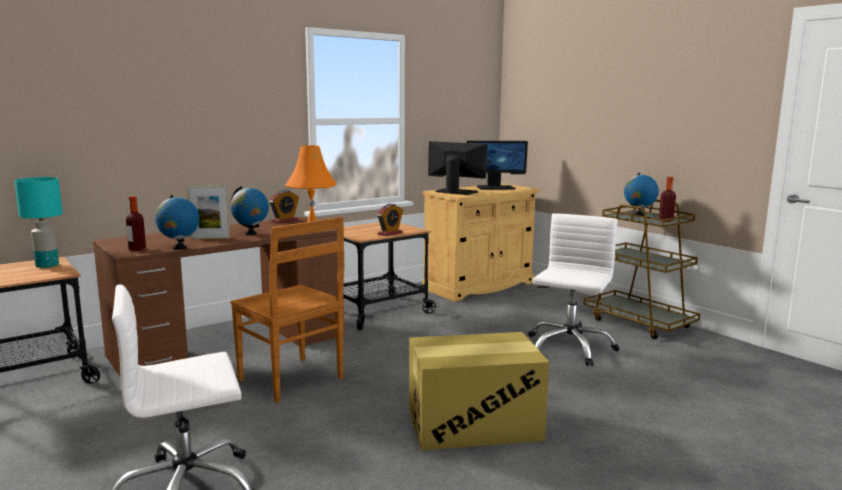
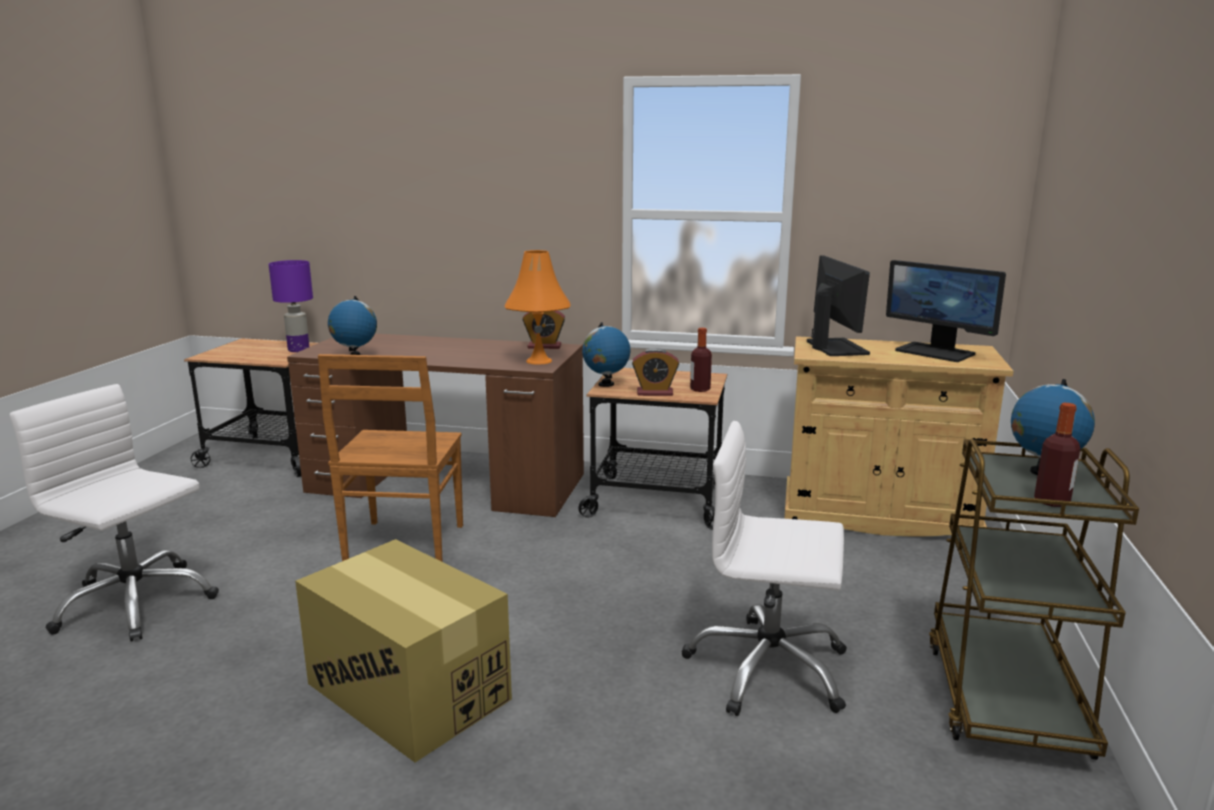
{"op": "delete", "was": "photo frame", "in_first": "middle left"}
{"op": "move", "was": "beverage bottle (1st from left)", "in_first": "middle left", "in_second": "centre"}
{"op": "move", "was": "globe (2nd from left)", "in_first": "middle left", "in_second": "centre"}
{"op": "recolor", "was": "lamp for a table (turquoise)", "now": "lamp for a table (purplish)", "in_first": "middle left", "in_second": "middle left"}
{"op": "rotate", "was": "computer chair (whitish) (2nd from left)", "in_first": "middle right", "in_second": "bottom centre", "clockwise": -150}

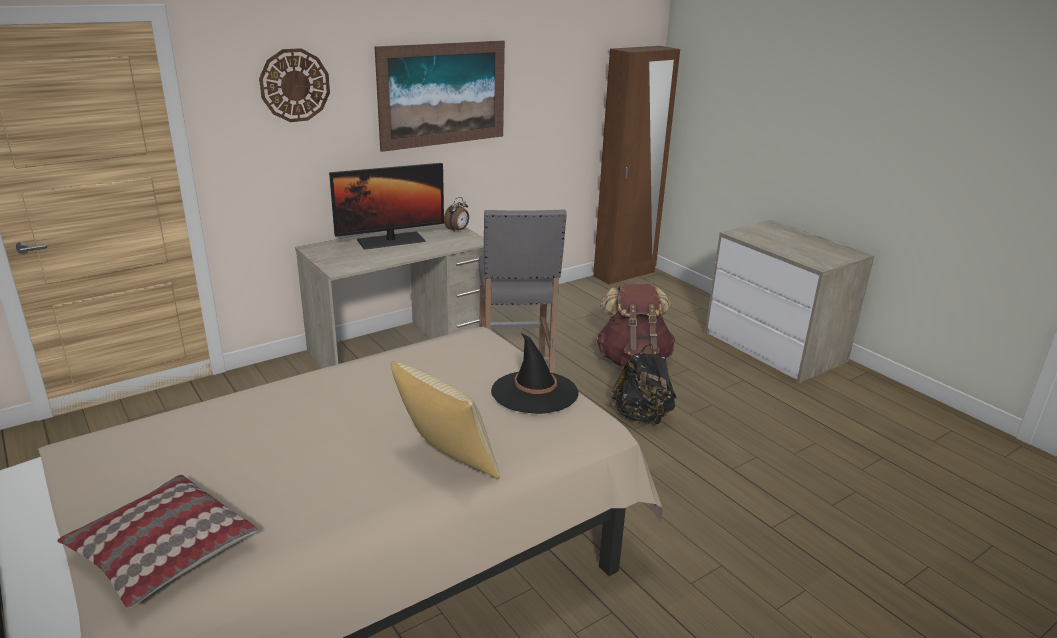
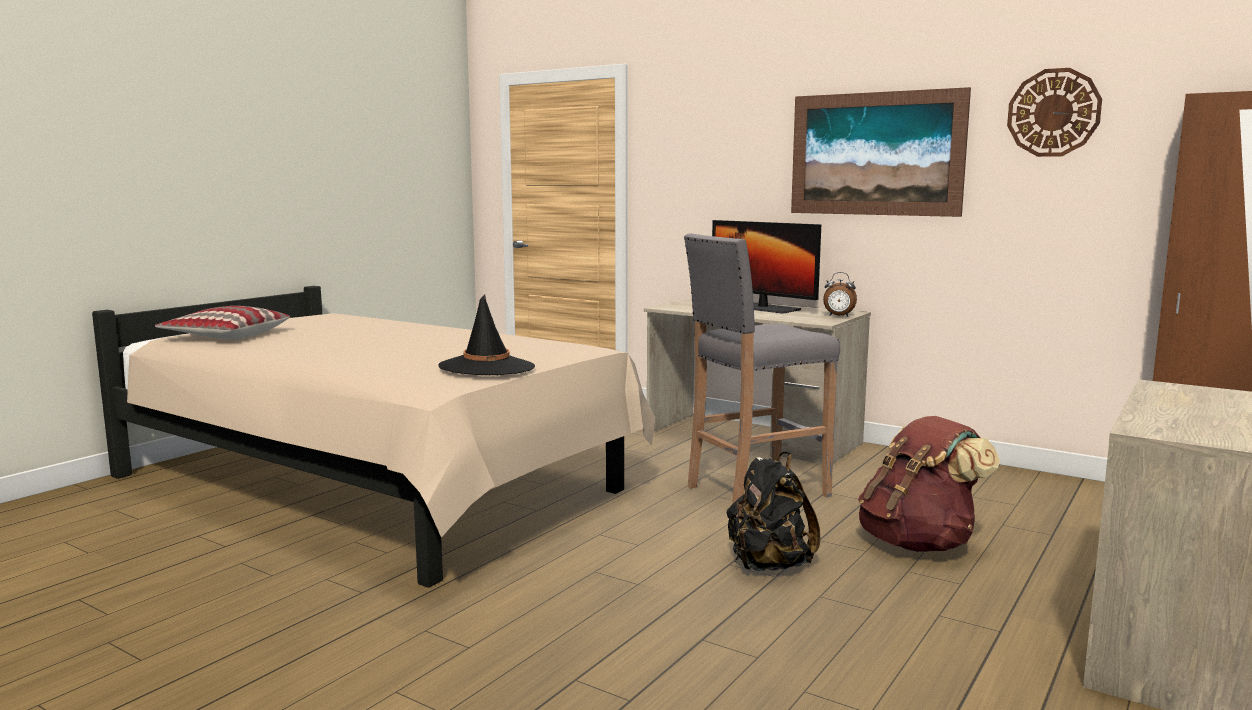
{"op": "delete", "was": "throw pillow (2nd from left)", "in_first": "centre"}
{"op": "move", "was": "clock on the wall", "in_first": "top left", "in_second": "top right"}

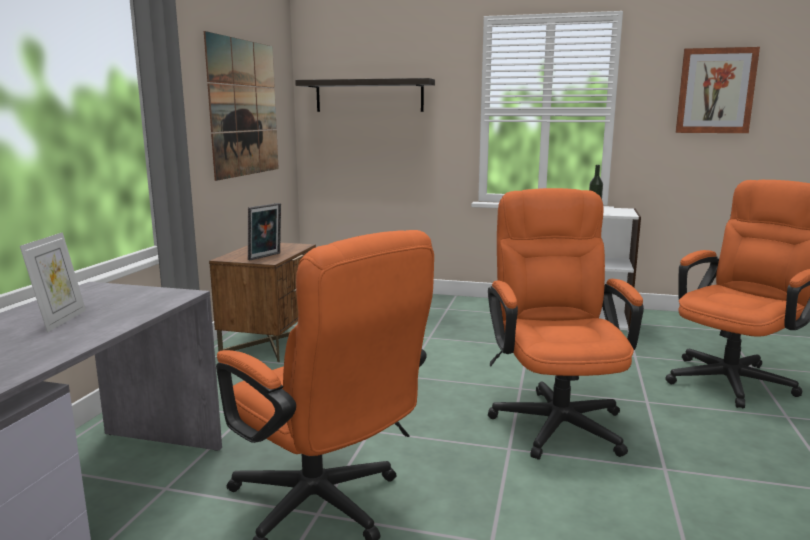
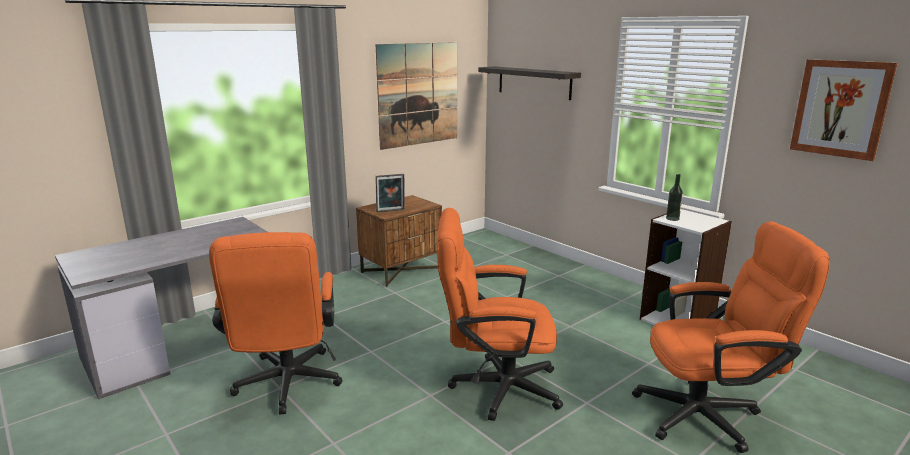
{"op": "delete", "was": "photo frame (1st from left)", "in_first": "middle left"}
{"op": "rotate", "was": "computer chair (orange-coloured) (2nd from left)", "in_first": "middle right", "in_second": "bottom centre", "clockwise": -120}

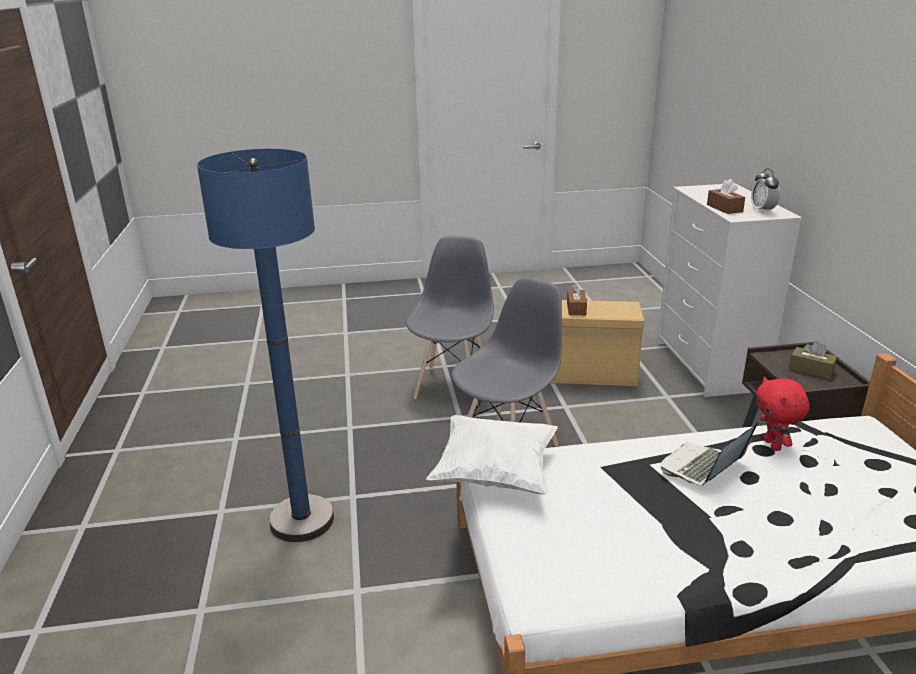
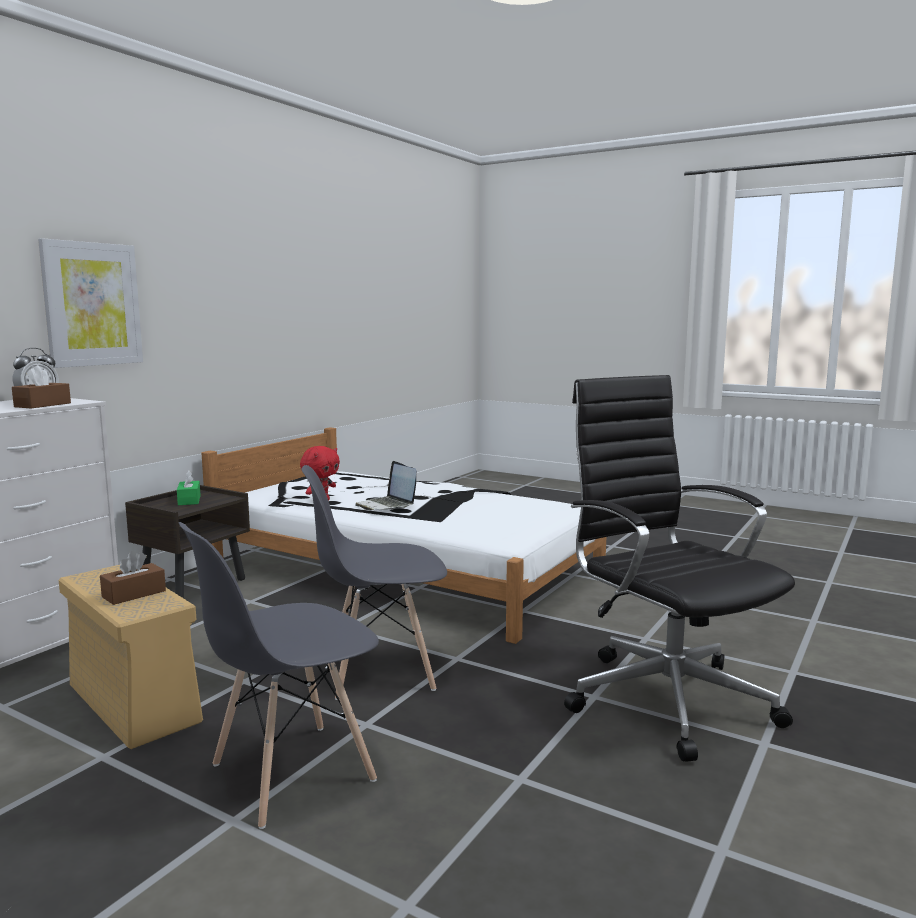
{"op": "delete", "was": "throw pillow (whitish)", "in_first": "bottom centre"}
{"op": "insert", "now": "wall picture", "in_second": "top left"}
{"op": "replace", "was": "standard lamp (bluish)", "now": "computer chair (black)", "in_first": "middle left", "in_second": "middle right"}
{"op": "recolor", "was": "tissue box (brown) (3rd from left)", "now": "tissue box (greenish)", "in_first": "middle right", "in_second": "middle left"}
{"op": "rotate", "was": "portable computer", "in_first": "bottom right", "in_second": "centre", "clockwise": 60}

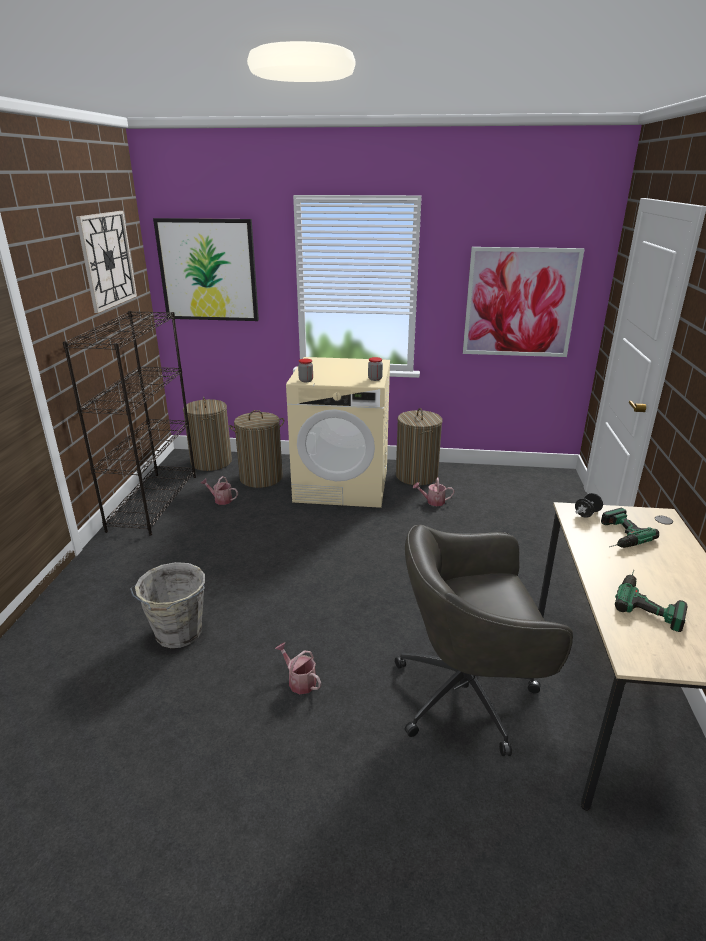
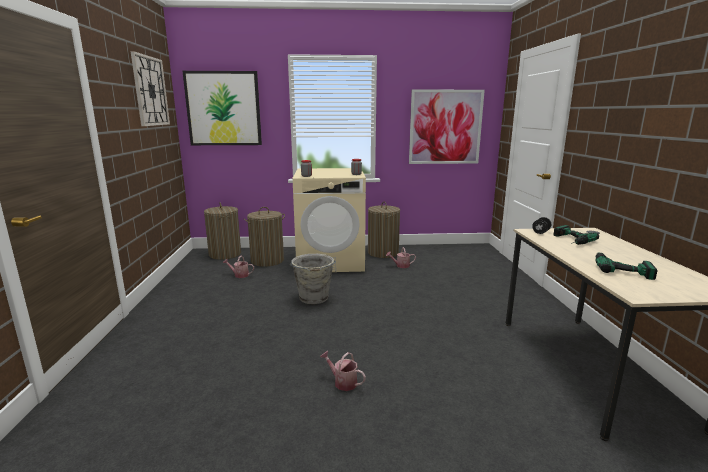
{"op": "delete", "was": "bookcase (black)", "in_first": "middle left"}
{"op": "delete", "was": "computer chair (grey)", "in_first": "bottom right"}
{"op": "move", "was": "pail (grey)", "in_first": "middle left", "in_second": "centre"}

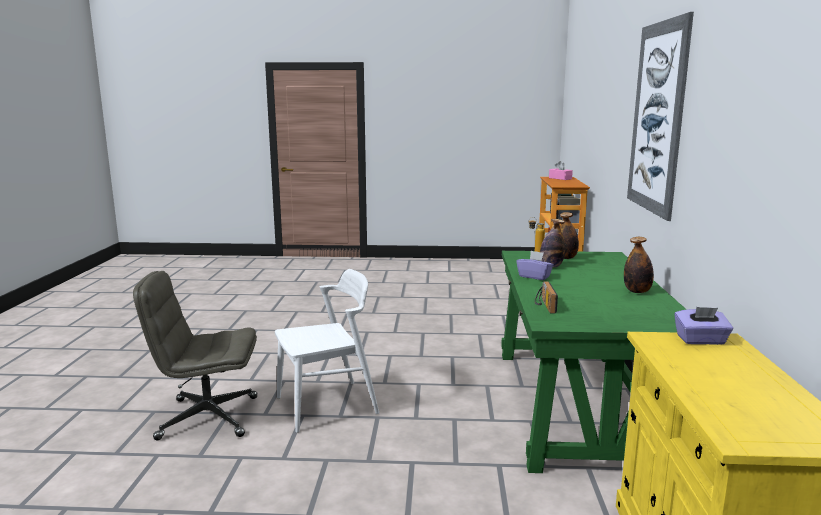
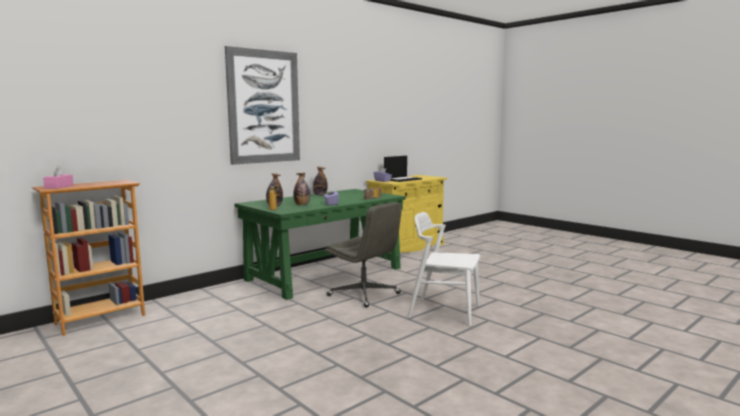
{"op": "insert", "now": "portable computer", "in_second": "centre"}
{"op": "move", "was": "computer chair (grey)", "in_first": "bottom left", "in_second": "centre"}

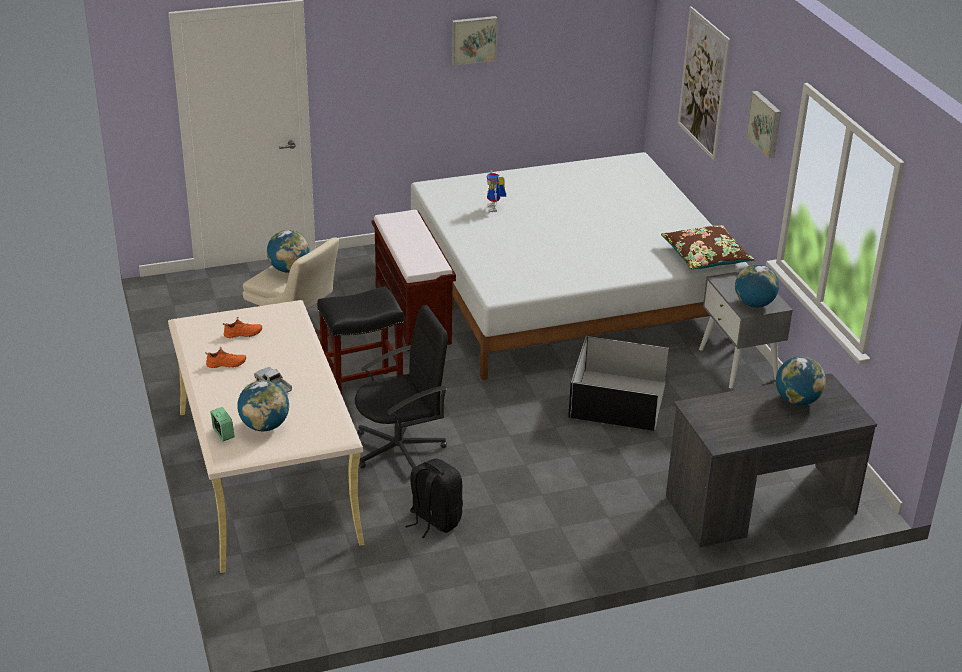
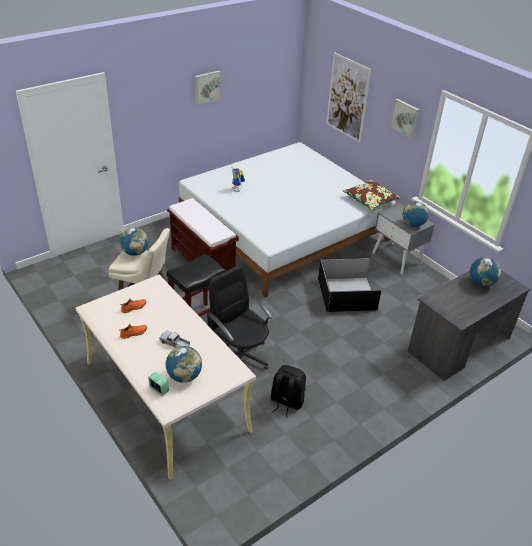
{"op": "rotate", "was": "computer chair (black)", "in_first": "centre", "in_second": "centre", "clockwise": -90}

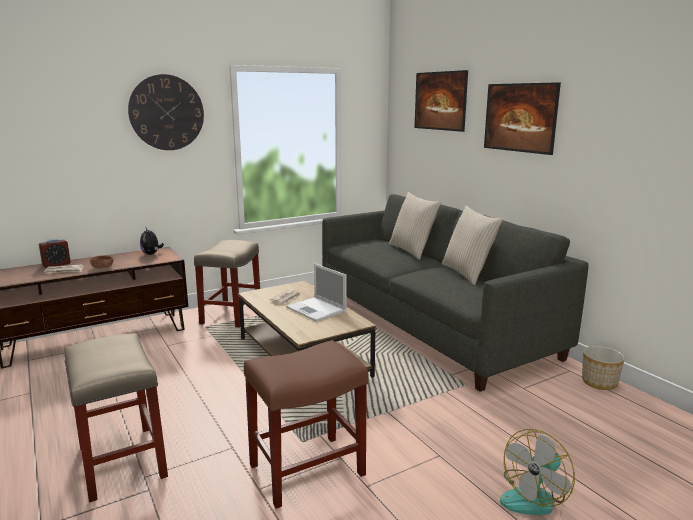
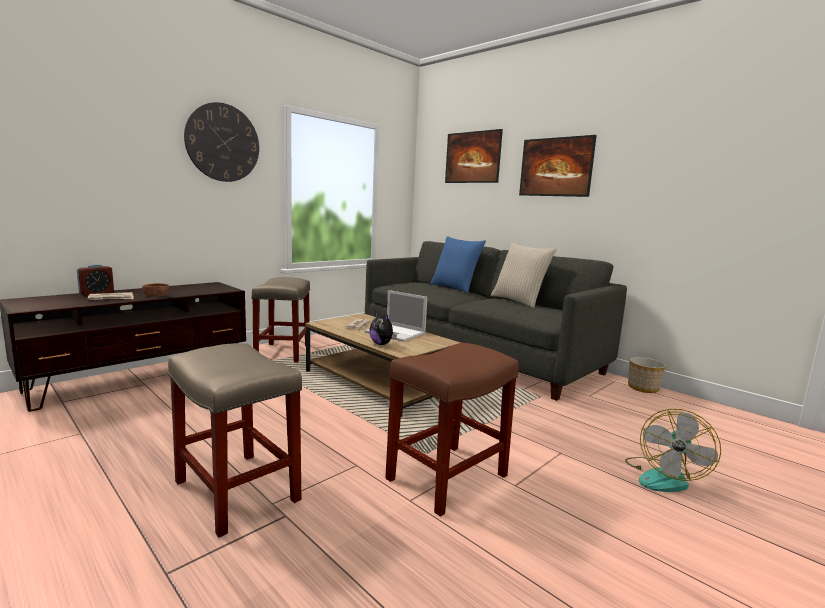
{"op": "move", "was": "cuddly toy", "in_first": "middle left", "in_second": "centre"}
{"op": "recolor", "was": "throw pillow (beige) (1st from left)", "now": "throw pillow (bluish)", "in_first": "centre", "in_second": "centre"}

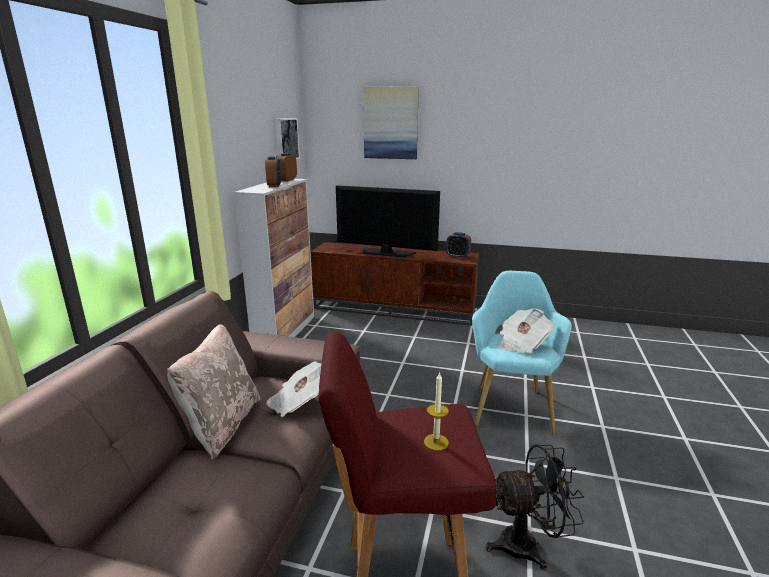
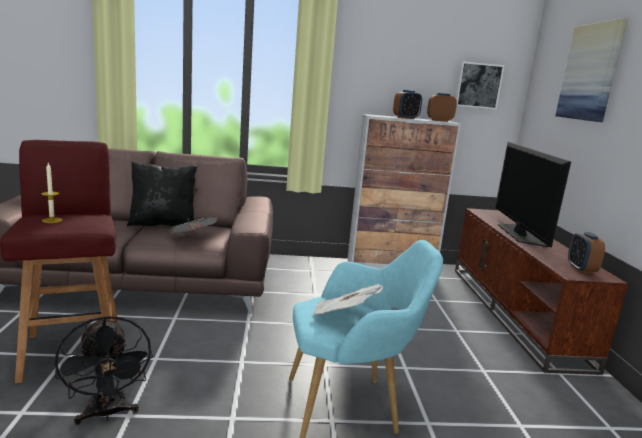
{"op": "recolor", "was": "throw pillow (beige)", "now": "throw pillow (black)", "in_first": "bottom left", "in_second": "middle left"}

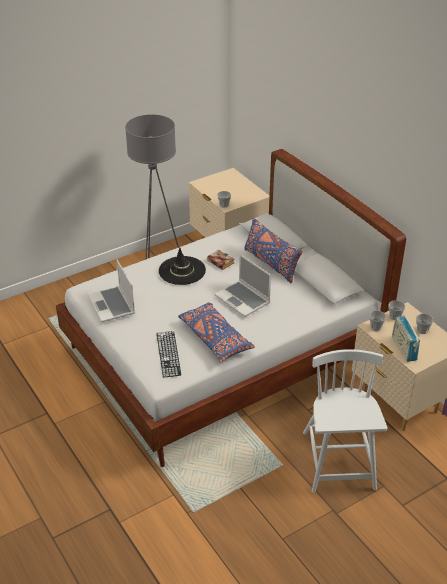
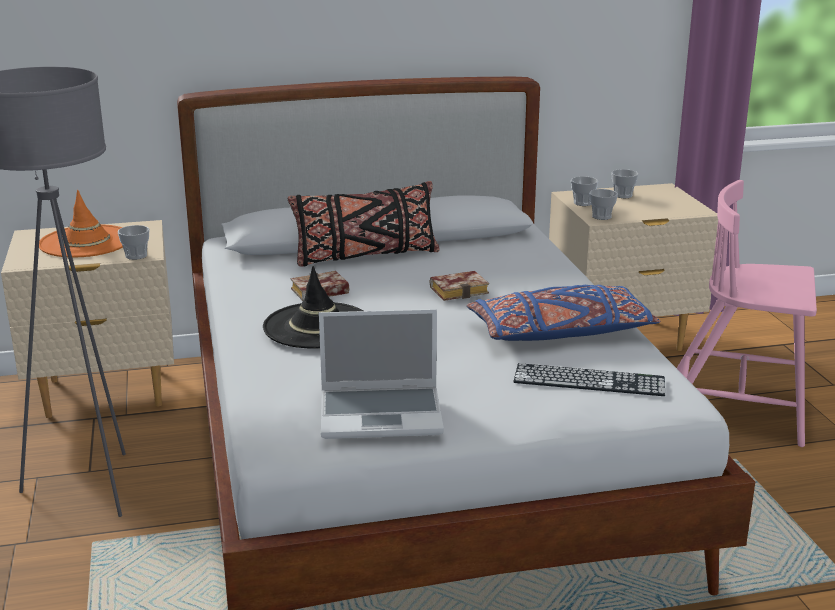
{"op": "delete", "was": "radio", "in_first": "middle right"}
{"op": "insert", "now": "hat (orange-coloured)", "in_second": "middle left"}
{"op": "replace", "was": "portable computer (2nd from left)", "now": "book (2nd from left)", "in_first": "centre", "in_second": "centre"}
{"op": "recolor", "was": "throw pillow (bluish) (2nd from left)", "now": "throw pillow (black)", "in_first": "centre", "in_second": "centre"}
{"op": "recolor", "was": "plain chair (whitish)", "now": "plain chair (pink-coloured)", "in_first": "bottom right", "in_second": "middle right"}

